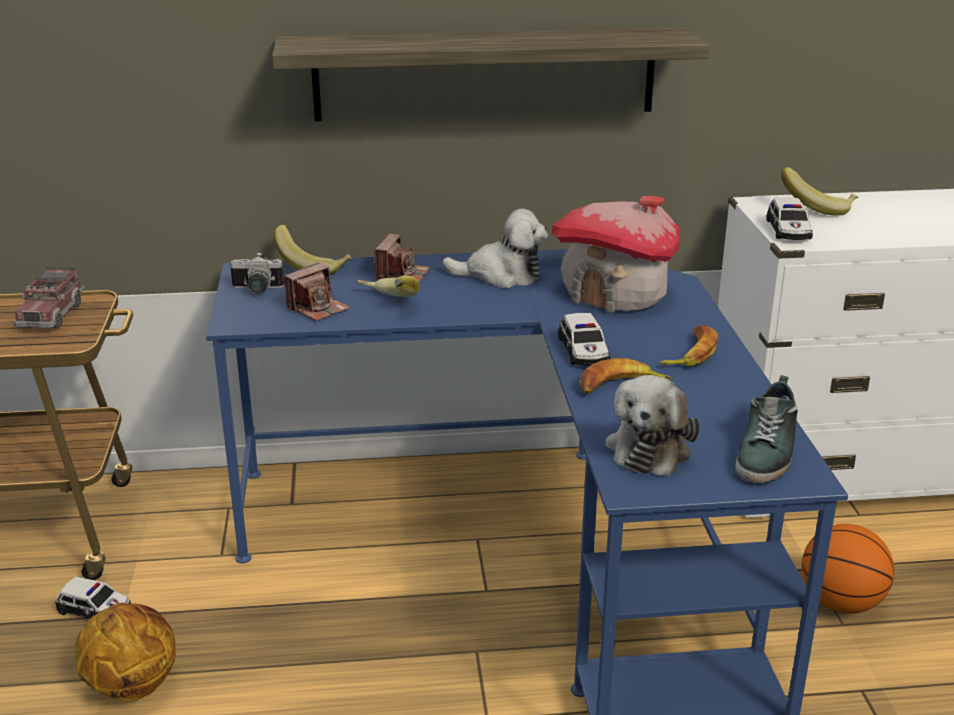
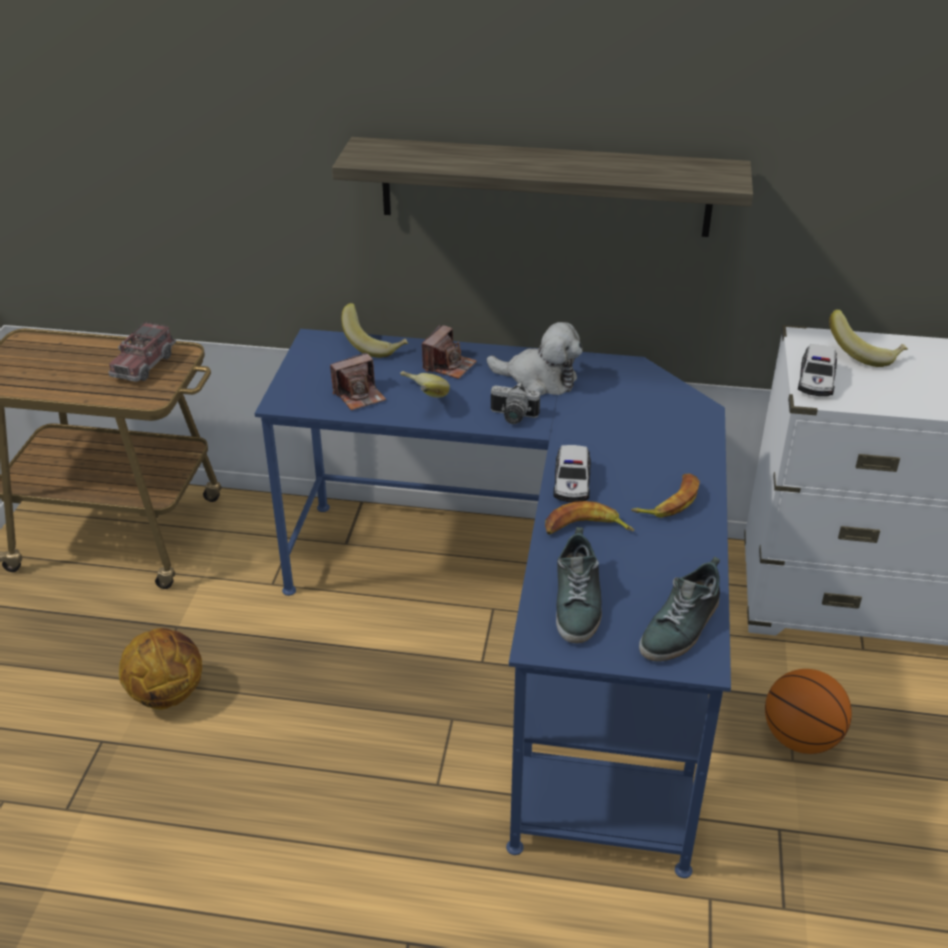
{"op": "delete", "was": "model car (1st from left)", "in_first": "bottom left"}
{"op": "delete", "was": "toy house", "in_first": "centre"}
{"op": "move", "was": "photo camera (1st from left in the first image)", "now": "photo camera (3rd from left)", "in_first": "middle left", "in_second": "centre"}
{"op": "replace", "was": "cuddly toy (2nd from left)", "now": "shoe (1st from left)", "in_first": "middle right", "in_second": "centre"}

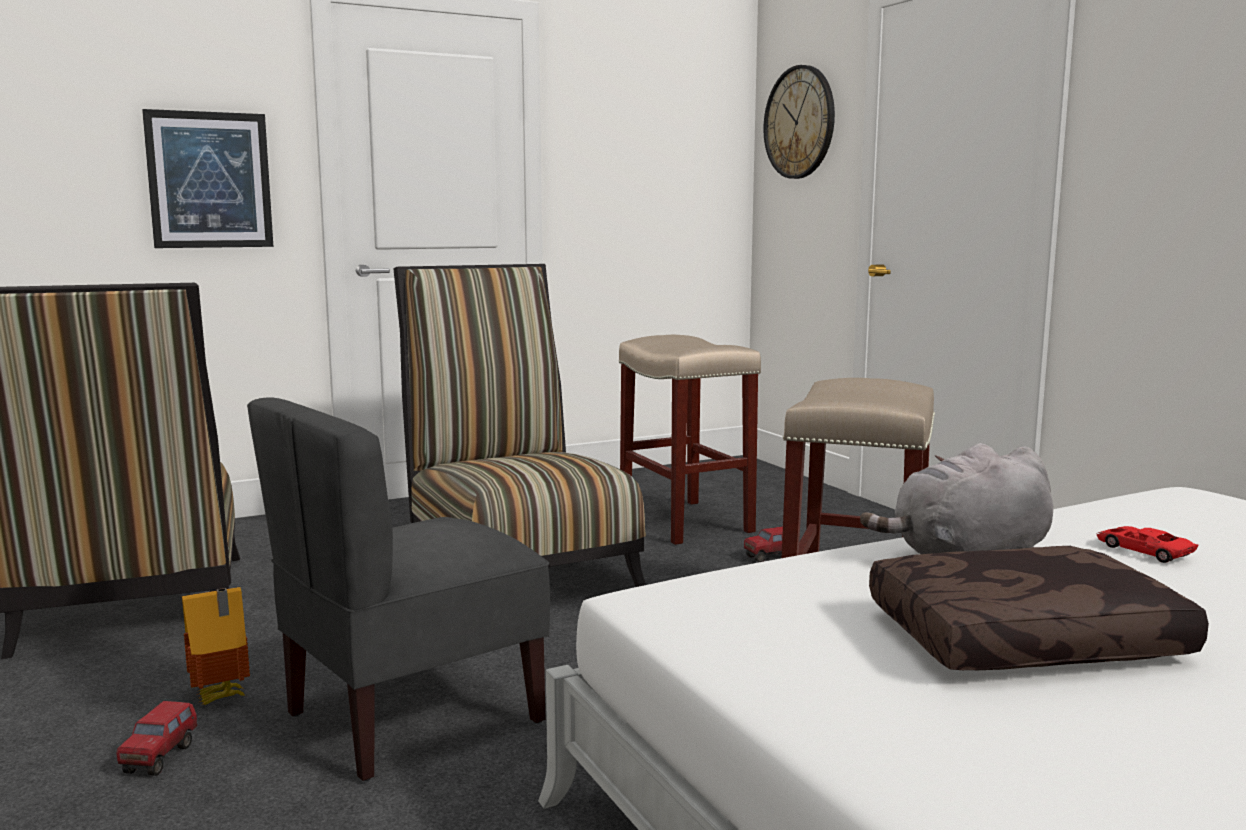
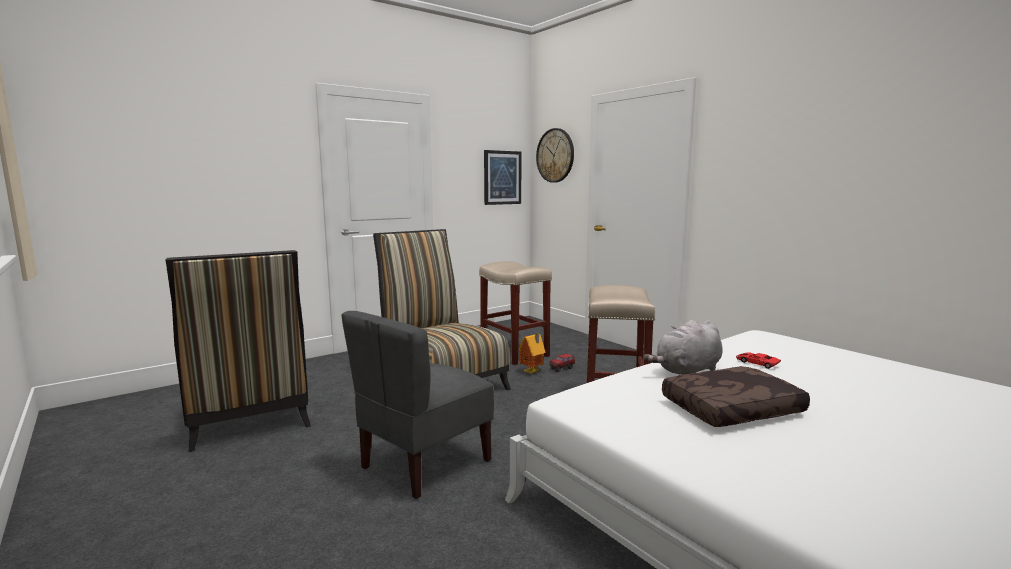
{"op": "delete", "was": "toy truck (1st from left)", "in_first": "bottom left"}
{"op": "move", "was": "wall picture", "in_first": "top left", "in_second": "top centre"}
{"op": "move", "was": "toy house", "in_first": "bottom left", "in_second": "centre"}

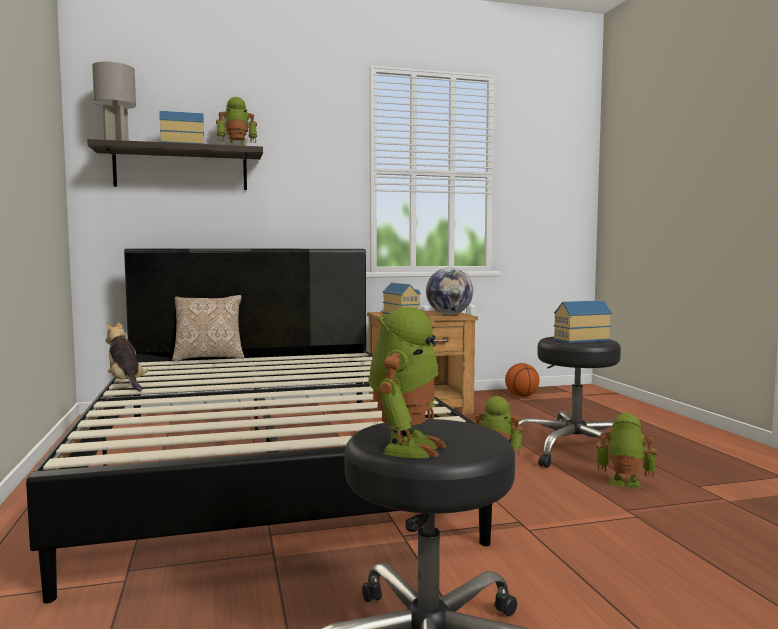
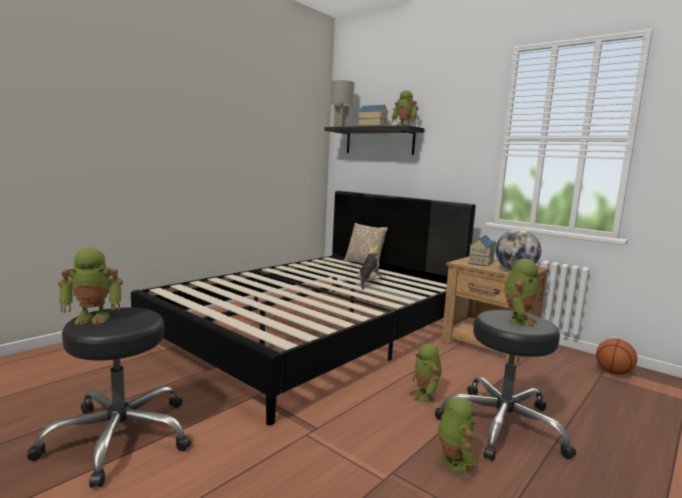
{"op": "move", "was": "cuddly toy", "in_first": "middle left", "in_second": "centre"}
{"op": "replace", "was": "toy house (3rd from left)", "now": "robot figure (5th from left)", "in_first": "middle right", "in_second": "middle right"}

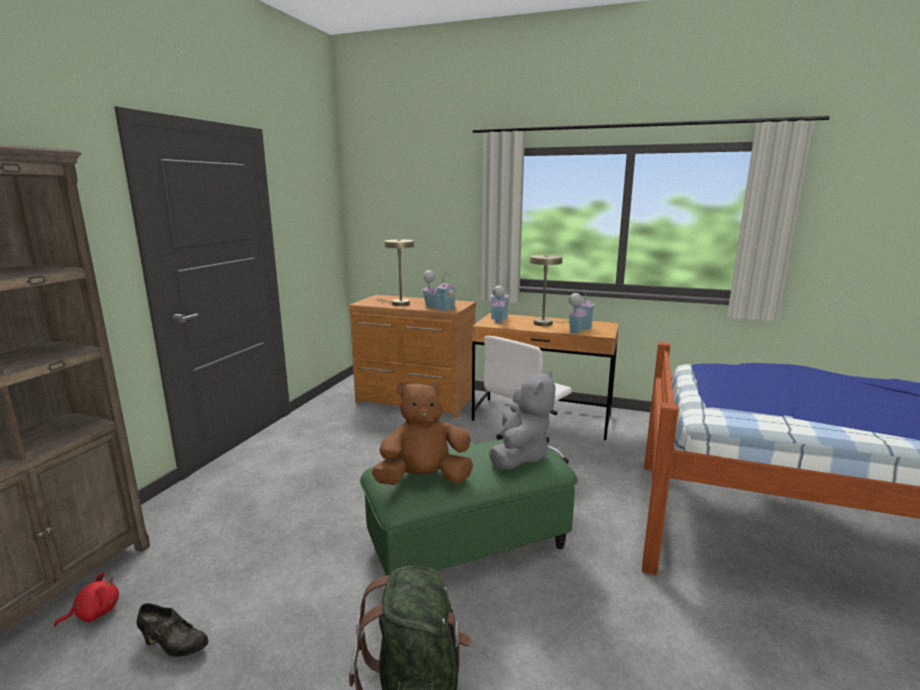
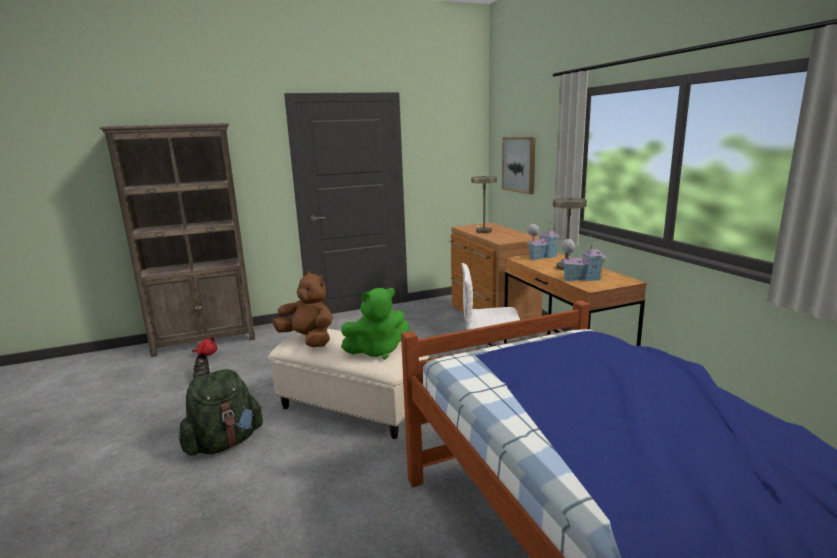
{"op": "delete", "was": "toy house (1st from left)", "in_first": "centre"}
{"op": "insert", "now": "wall picture", "in_second": "top centre"}
{"op": "recolor", "was": "footrest (greenish)", "now": "footrest (beige)", "in_first": "bottom centre", "in_second": "bottom centre"}
{"op": "recolor", "was": "cuddly toy (grey)", "now": "cuddly toy (greenish)", "in_first": "centre", "in_second": "centre"}

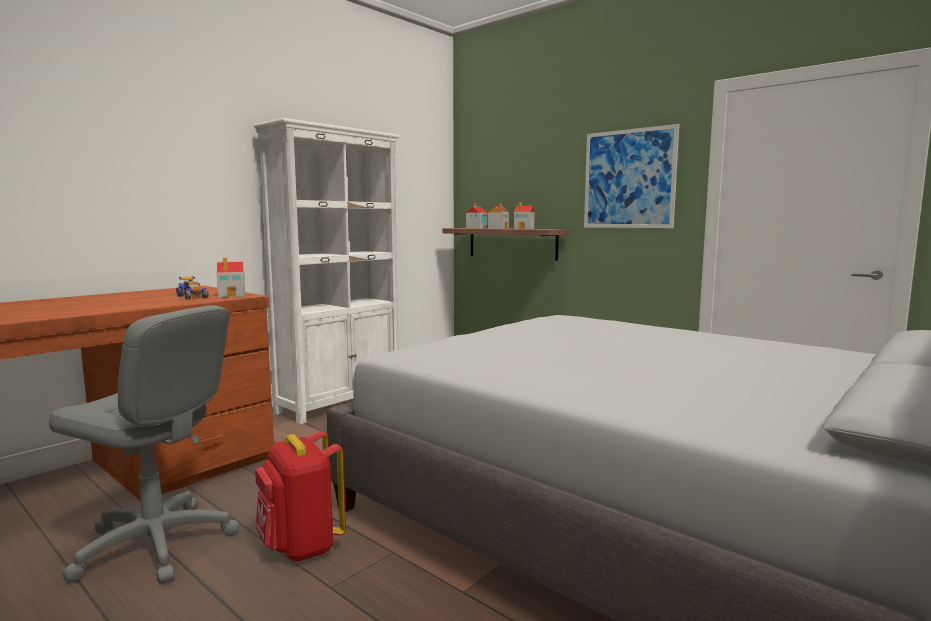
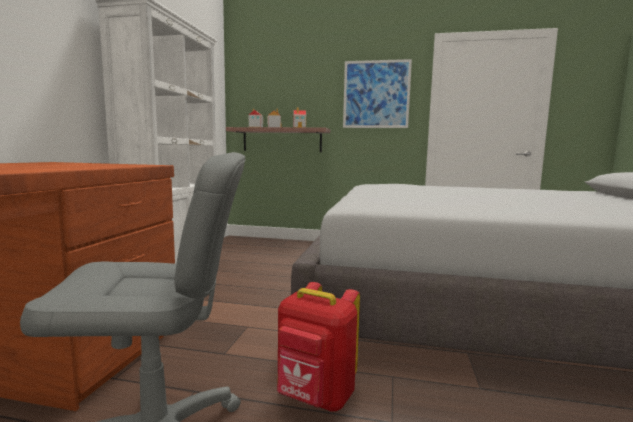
{"op": "delete", "was": "model car", "in_first": "middle left"}
{"op": "delete", "was": "toy house (1st from left)", "in_first": "middle left"}

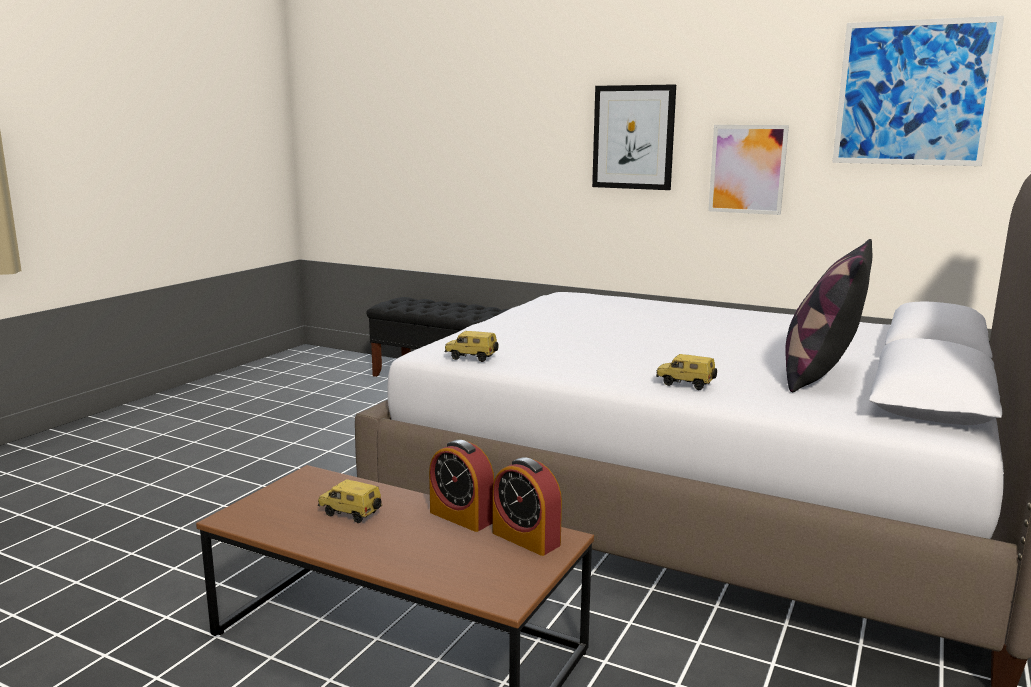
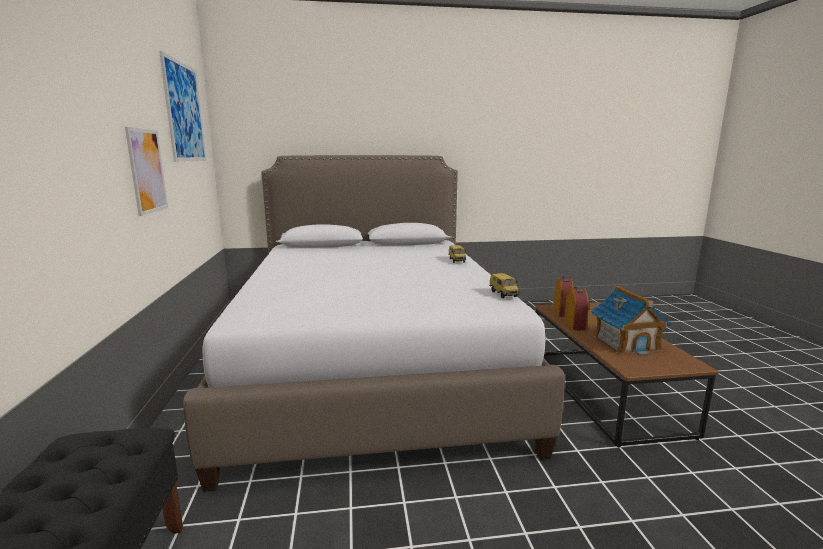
{"op": "delete", "was": "wall picture (1st from left)", "in_first": "top centre"}
{"op": "delete", "was": "throw pillow", "in_first": "middle right"}
{"op": "replace", "was": "model car (1st from left)", "now": "toy house", "in_first": "bottom centre", "in_second": "middle right"}

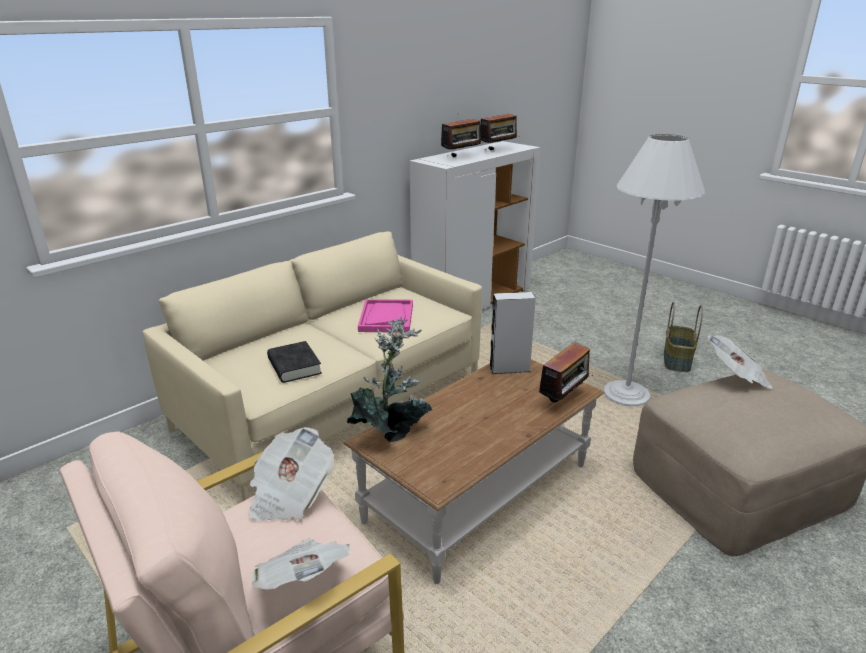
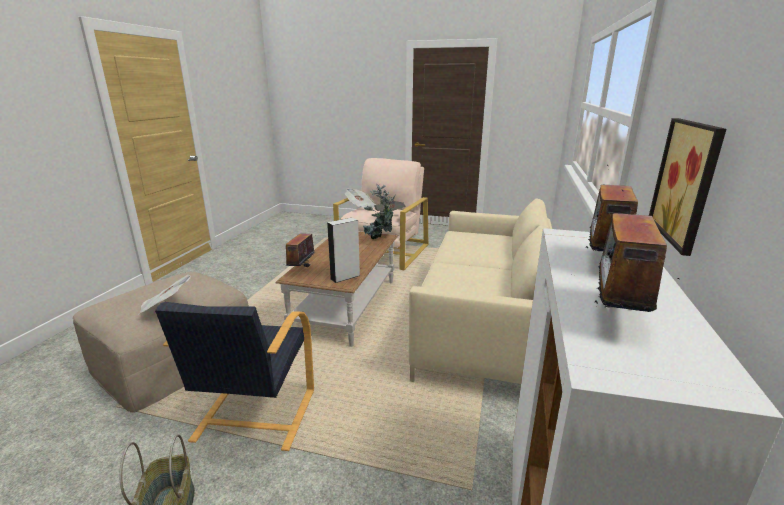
{"op": "delete", "was": "book (black)", "in_first": "centre"}
{"op": "delete", "was": "tray (pink-coloured)", "in_first": "centre"}
{"op": "insert", "now": "wall picture", "in_second": "middle right"}
{"op": "replace", "was": "standard lamp (whitish)", "now": "easy chair (black)", "in_first": "middle right", "in_second": "bottom left"}

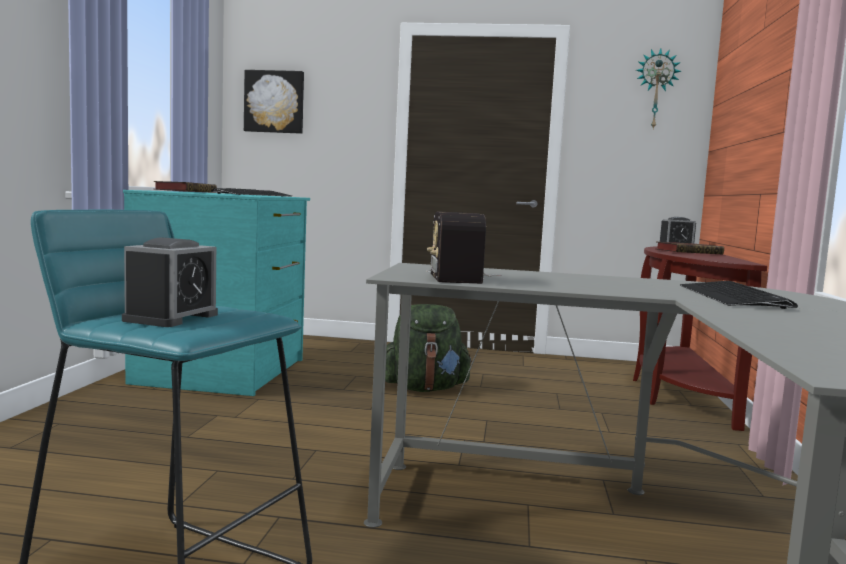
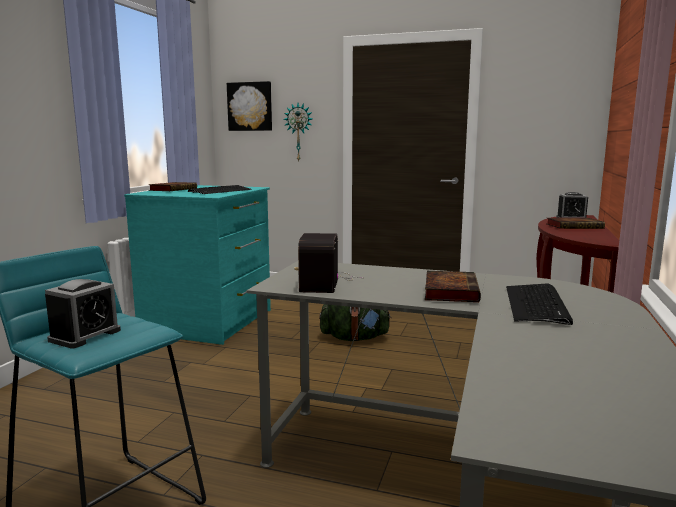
{"op": "insert", "now": "book (2nd from left)", "in_second": "middle right"}
{"op": "move", "was": "clock on the wall", "in_first": "top right", "in_second": "top centre"}

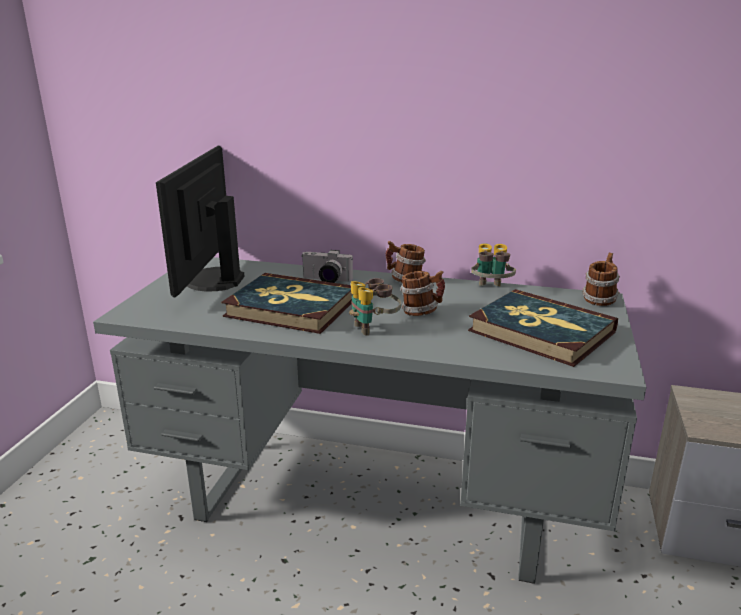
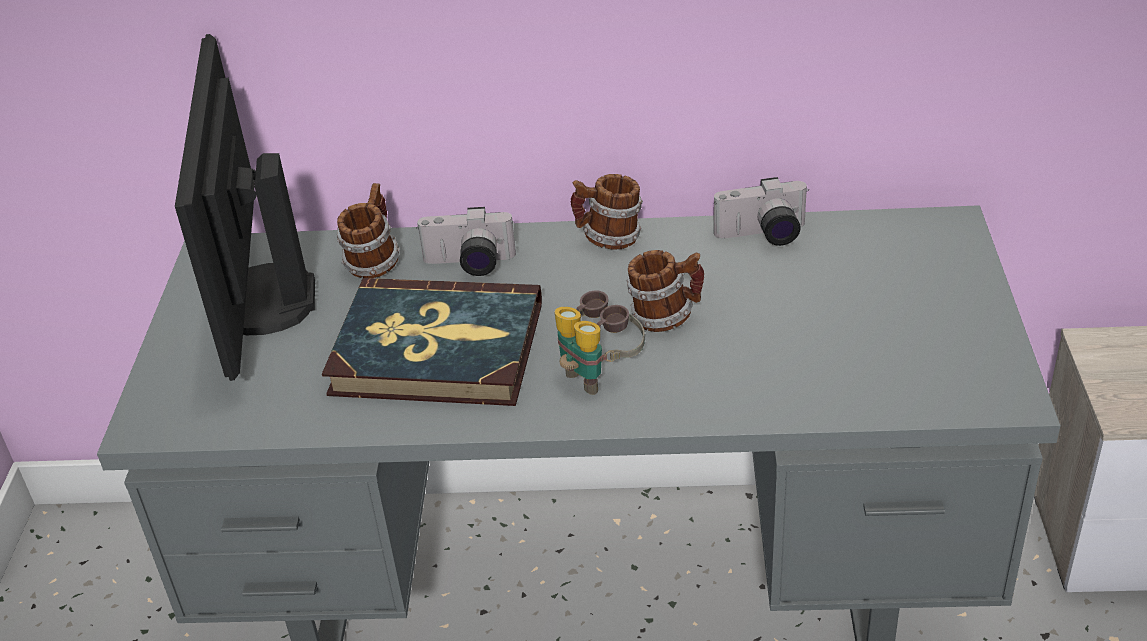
{"op": "delete", "was": "book (2nd from left)", "in_first": "middle right"}
{"op": "move", "was": "tea mug (3rd from left in the first image)", "now": "tea mug (1st from left)", "in_first": "middle right", "in_second": "middle left"}
{"op": "replace", "was": "pair of binoculars (2nd from left)", "now": "photo camera (2nd from left)", "in_first": "centre", "in_second": "top centre"}

